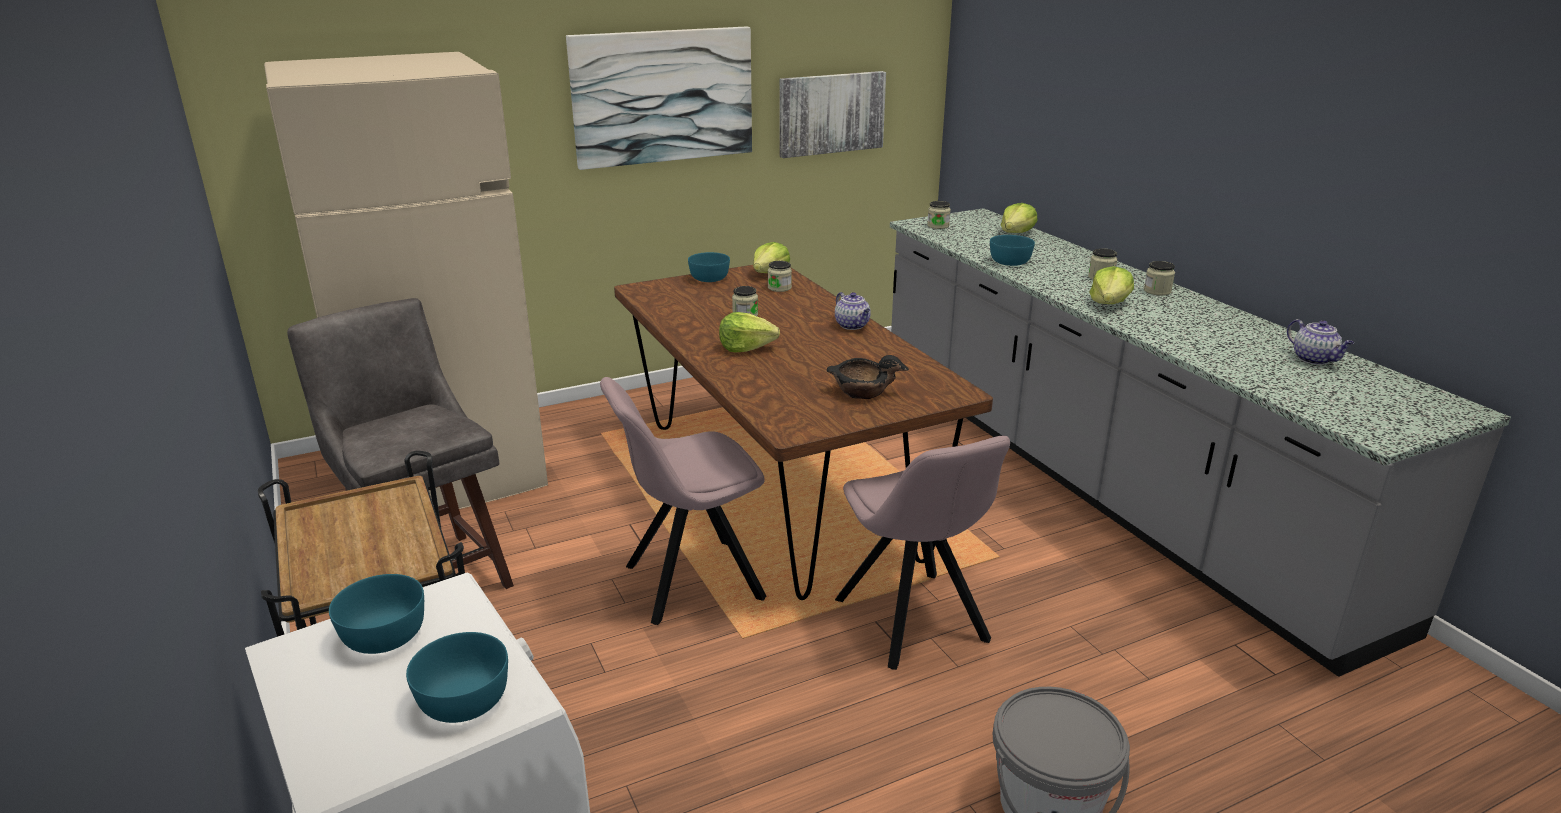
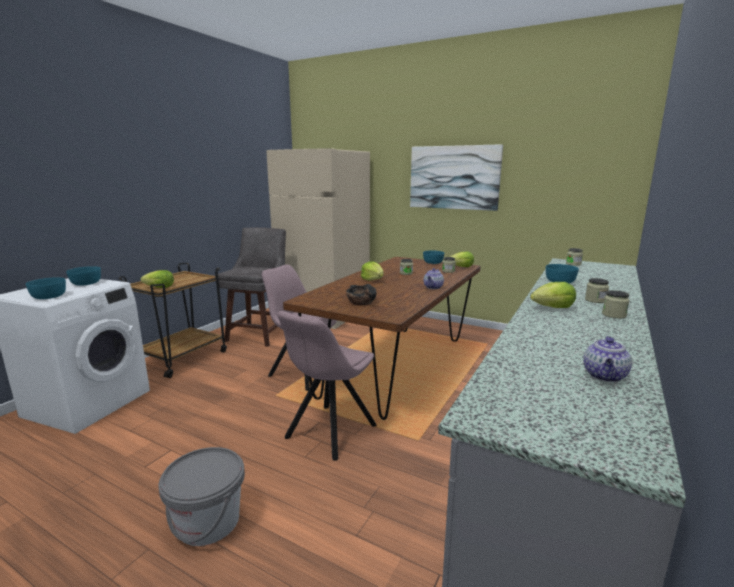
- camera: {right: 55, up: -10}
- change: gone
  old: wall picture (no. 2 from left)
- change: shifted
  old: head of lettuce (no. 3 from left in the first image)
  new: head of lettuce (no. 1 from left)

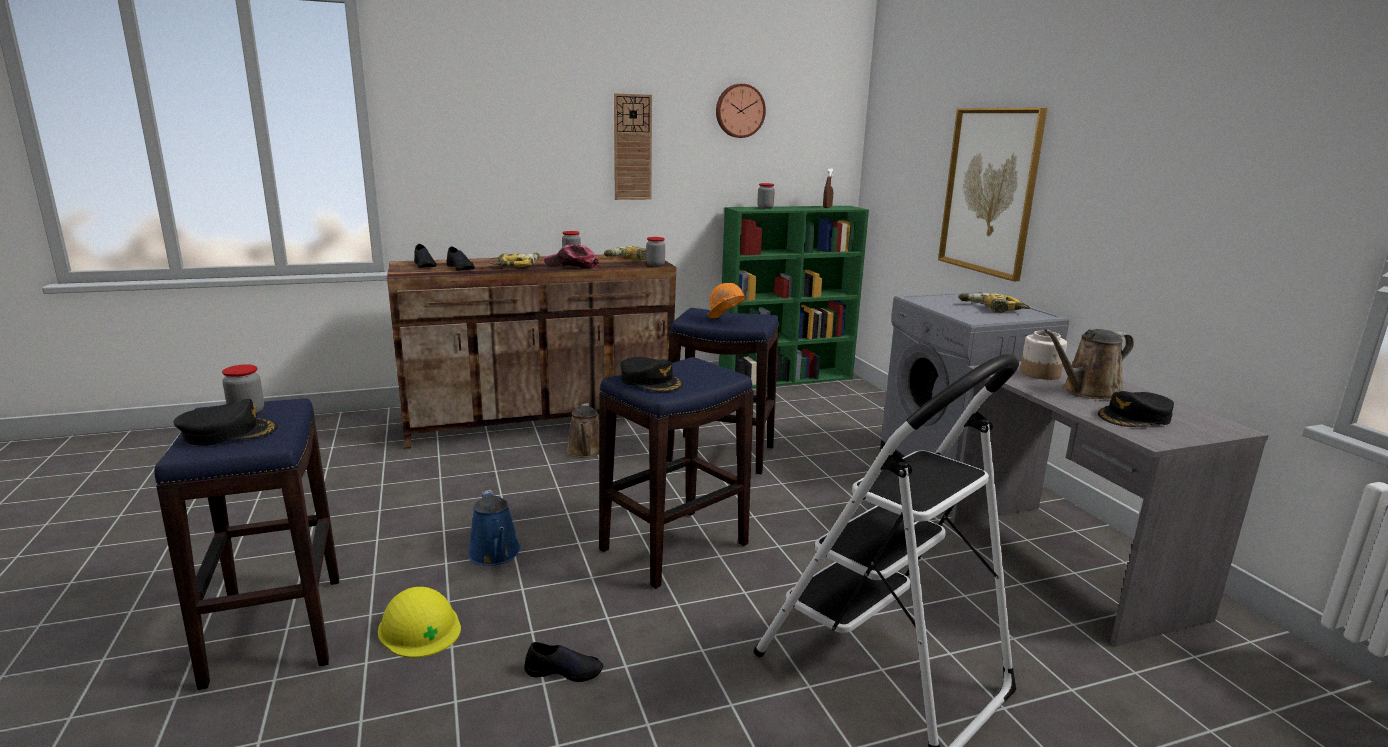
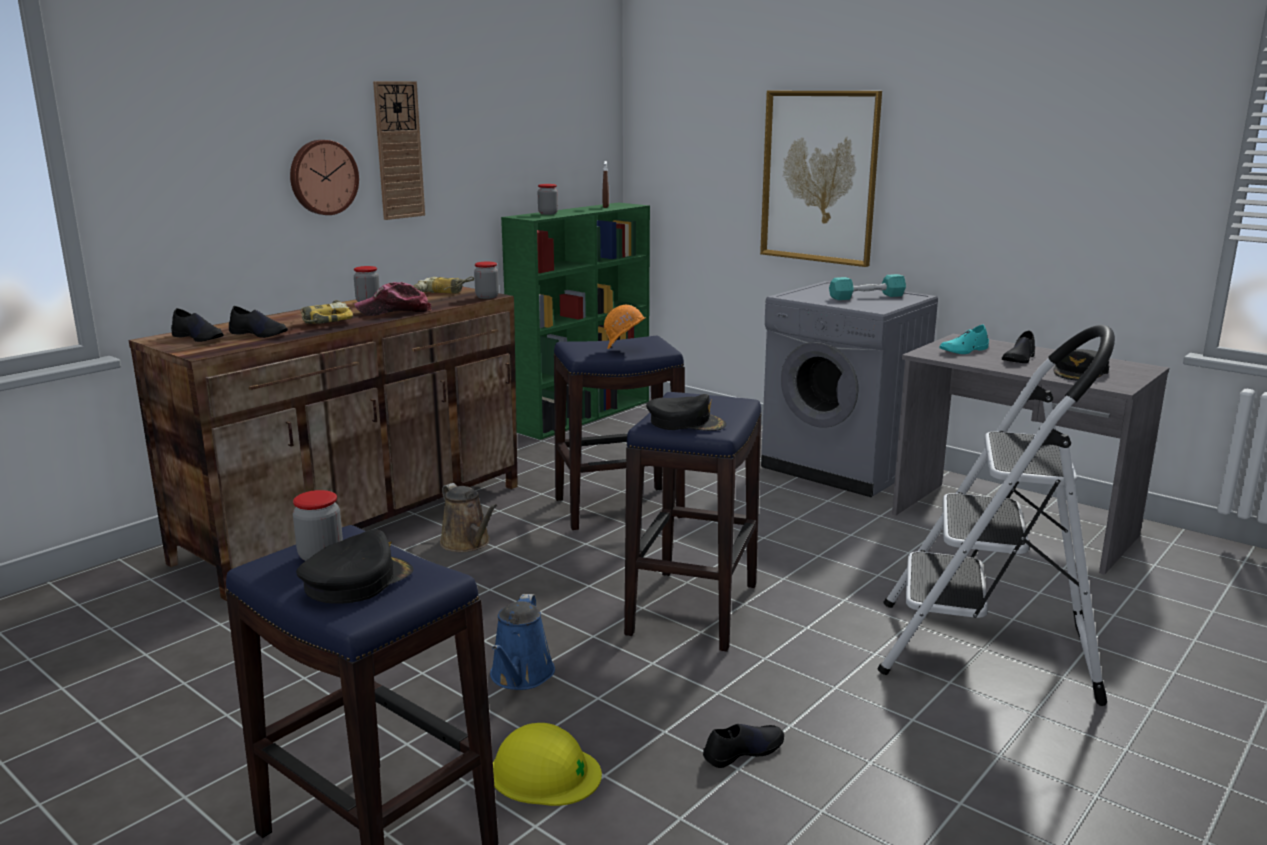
- camera: {right: -30, up: 0}
- change: shifted
  old: clock on the wall (no. 2 from left in the first image)
  new: clock on the wall (no. 1 from left)
- change: swapped
  old: drill (no. 3 from left)
  new: turquoise-coloured hand weight
- change: swapped
  old: brown-coloured sprinkling can (no. 2 from left)
  new: black-coloured low shoe (no. 4 from left)
- change: swapped
  old: preserve jar (no. 5 from left)
  new: turquoise-coloured low shoe
- change: rotated
  old: blue sprinkling can
  degrees: 60

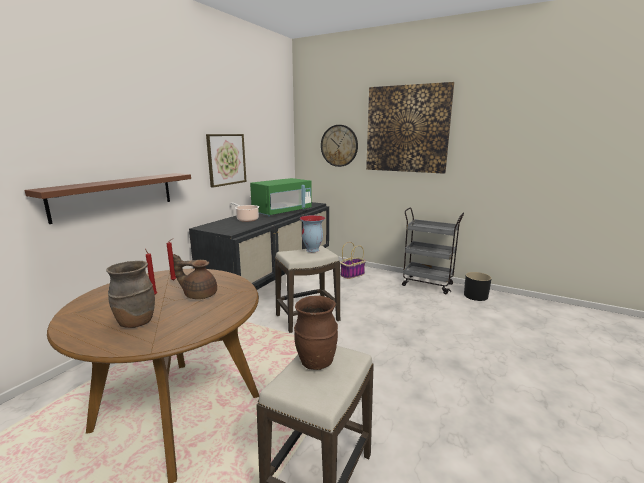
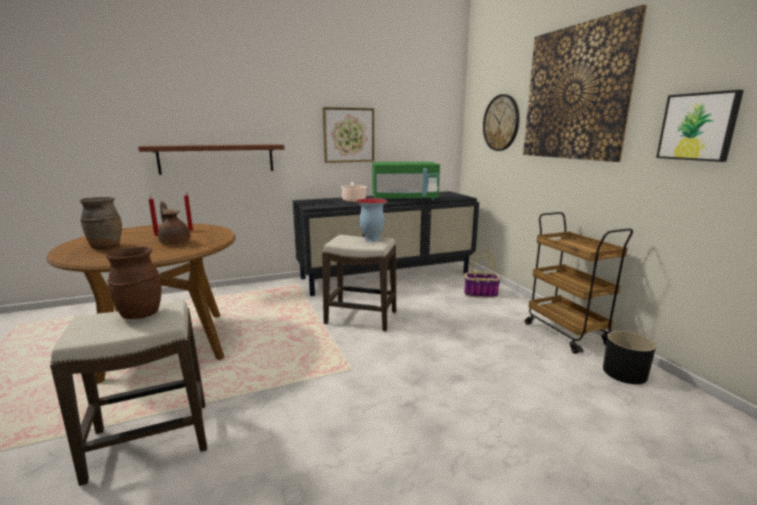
- camera: {right: 40, up: 0}
- change: repainted
  old: grey trolley
  new: brown-coloured trolley
- change: new
  new: wall picture (no. 3 from left)

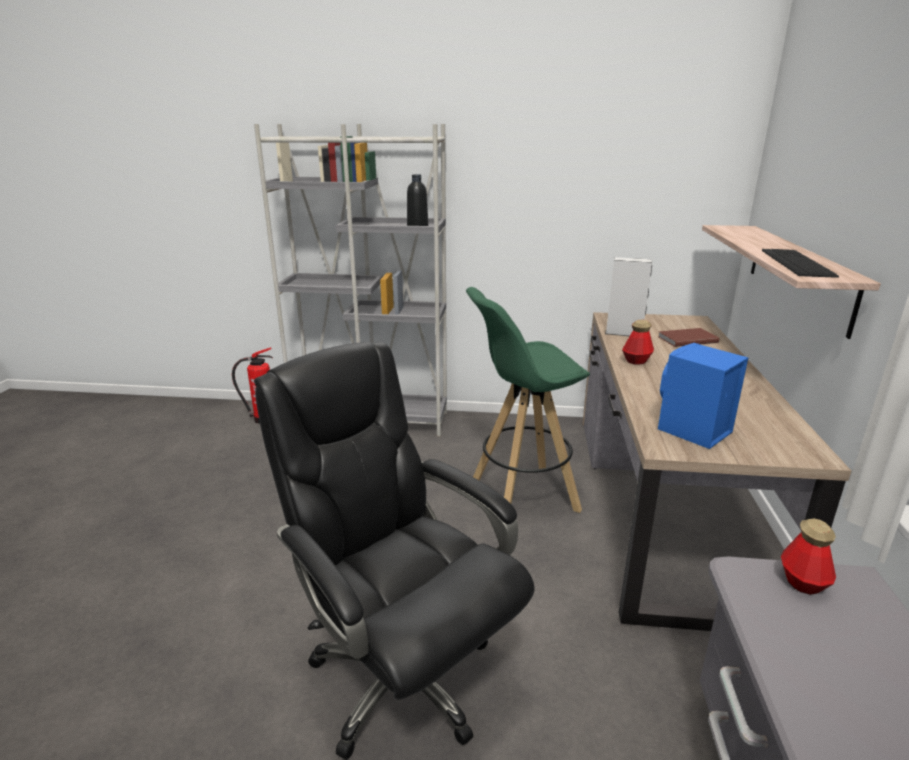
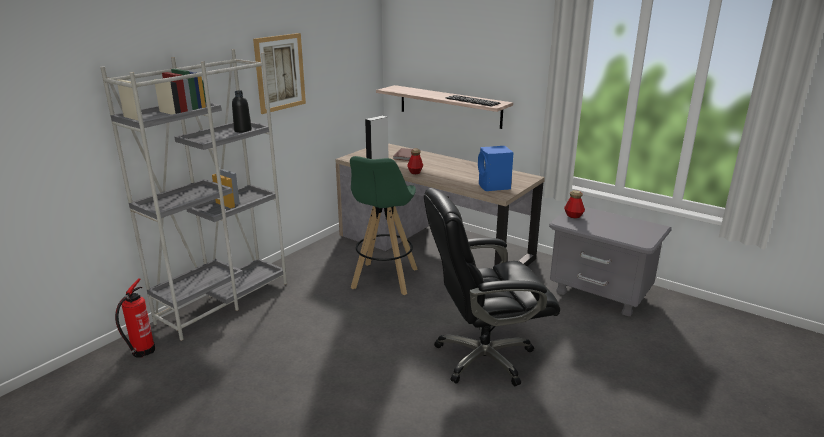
- camera: {right: -60, up: 0}
- change: new
  new: wall picture

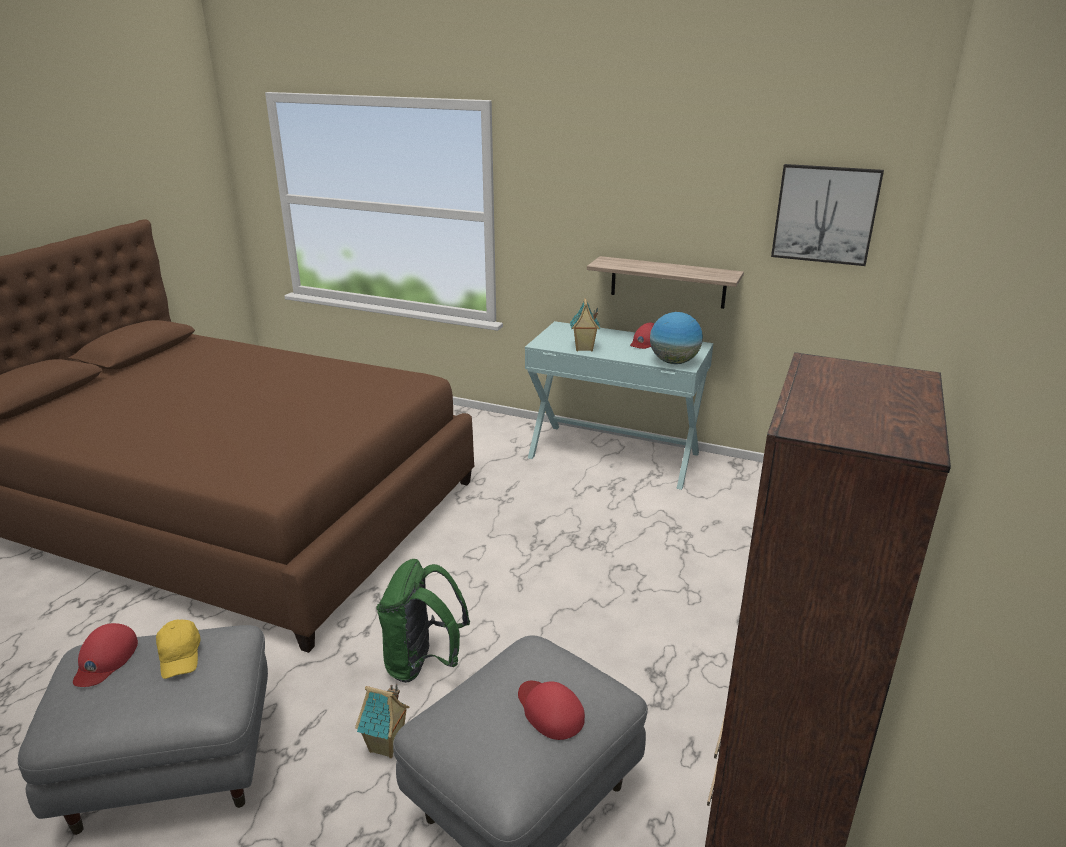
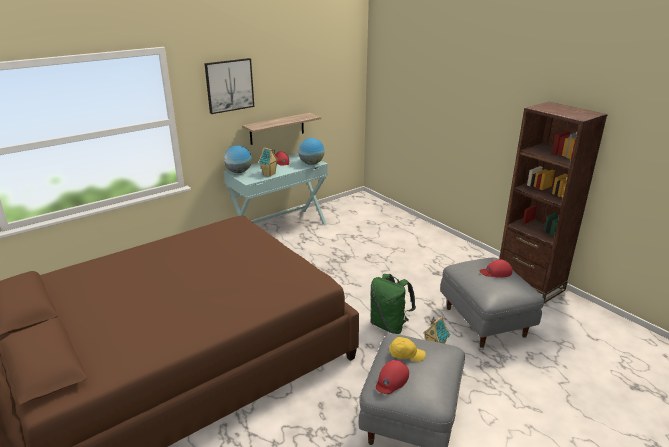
- camera: {right: -60, up: 0}
- change: shifted
  old: wall picture
- change: rotated
  old: red baseball cap (no. 1 from left in the first image)
  degrees: 90
- change: new
  new: world globe (no. 1 from left)

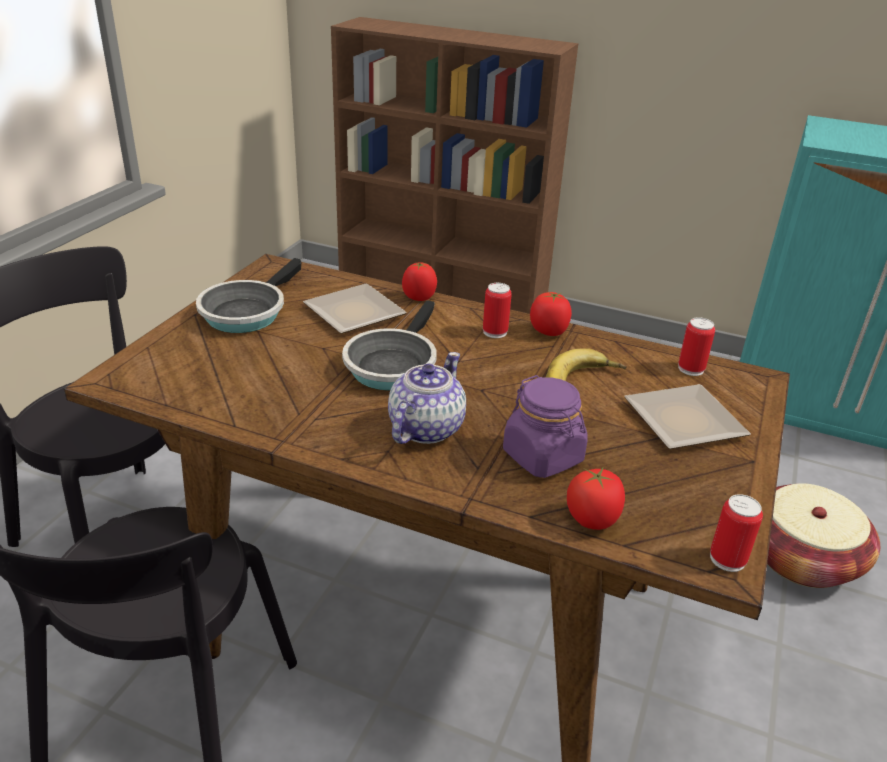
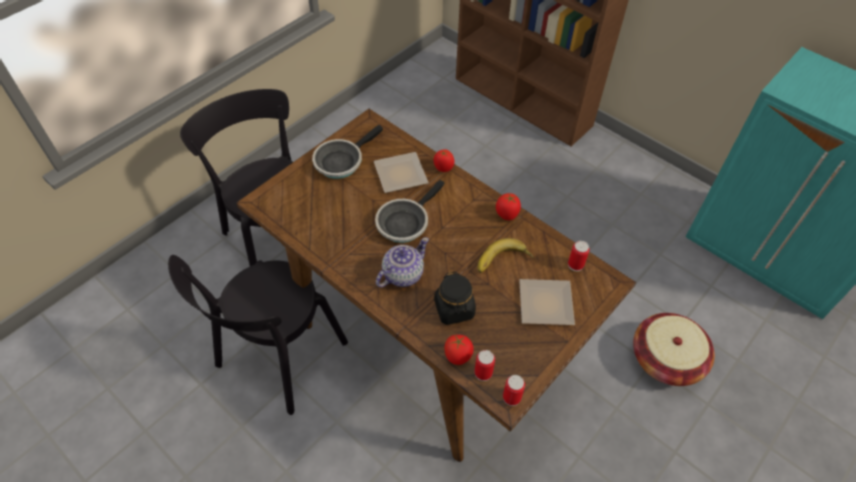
- camera: {right: 20, up: 20}
- change: shifted
  old: sealed can (no. 1 from left)
- change: repainted
  old: purplish preserve jar
  new: black-coloured preserve jar

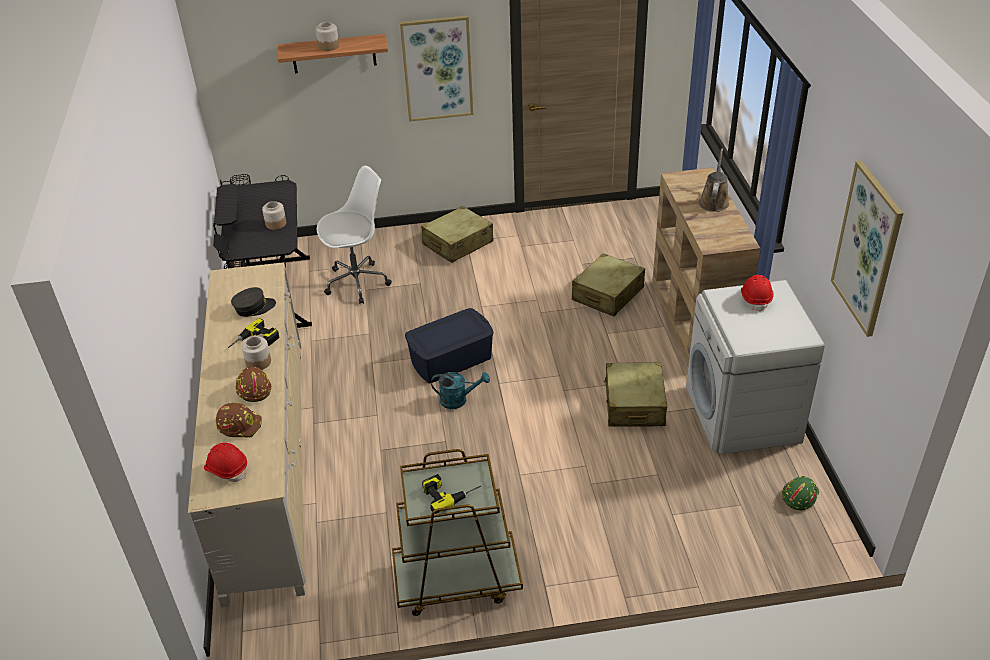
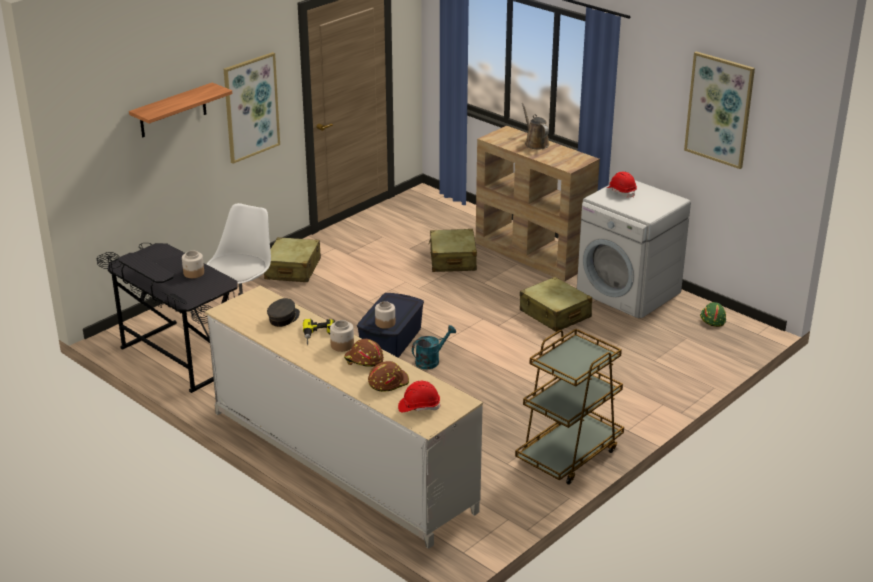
- camera: {right: -40, up: -10}
- change: shifted
  old: preserve jar (no. 3 from left)
- change: gone
  old: drill (no. 2 from left)

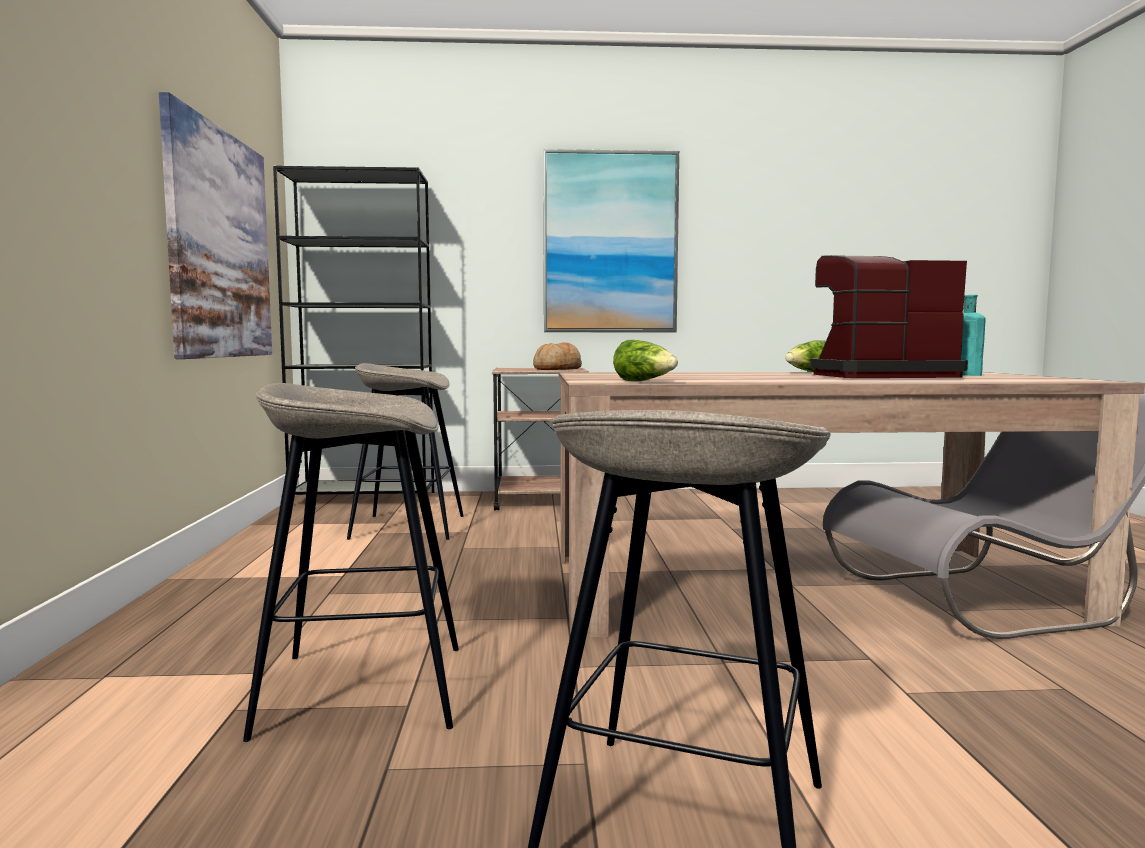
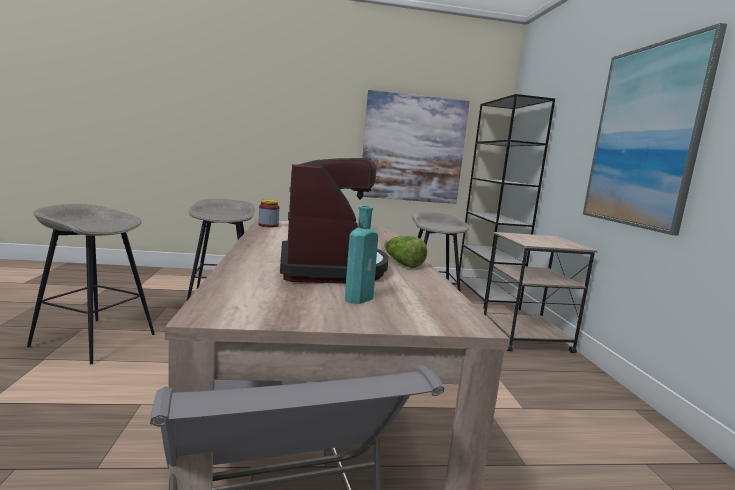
- camera: {right: 85, up: 5}
- change: swapped
  old: head of lettuce (no. 1 from left)
  new: preserve jar
- change: gone
  old: baked bread

